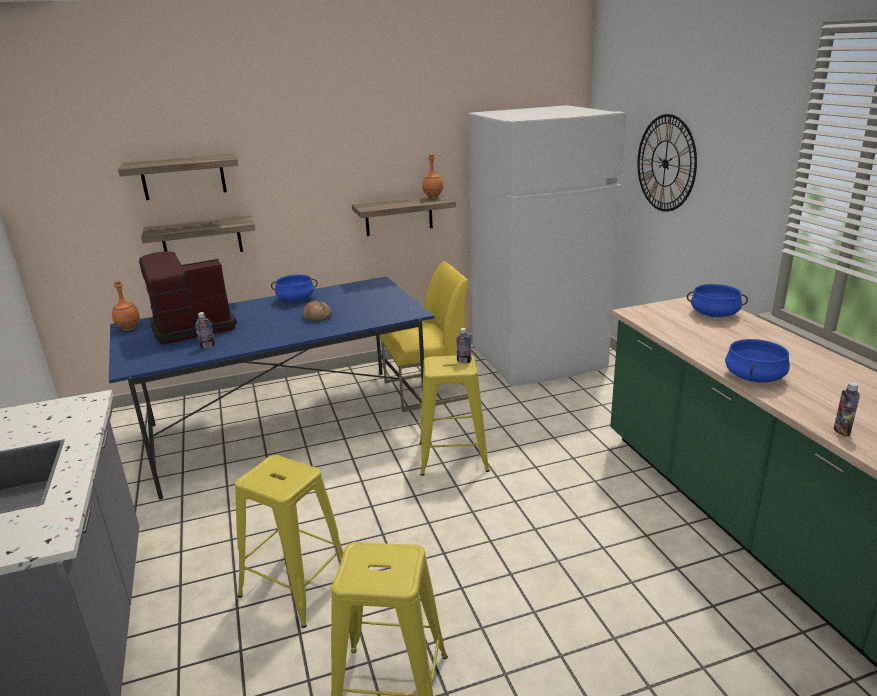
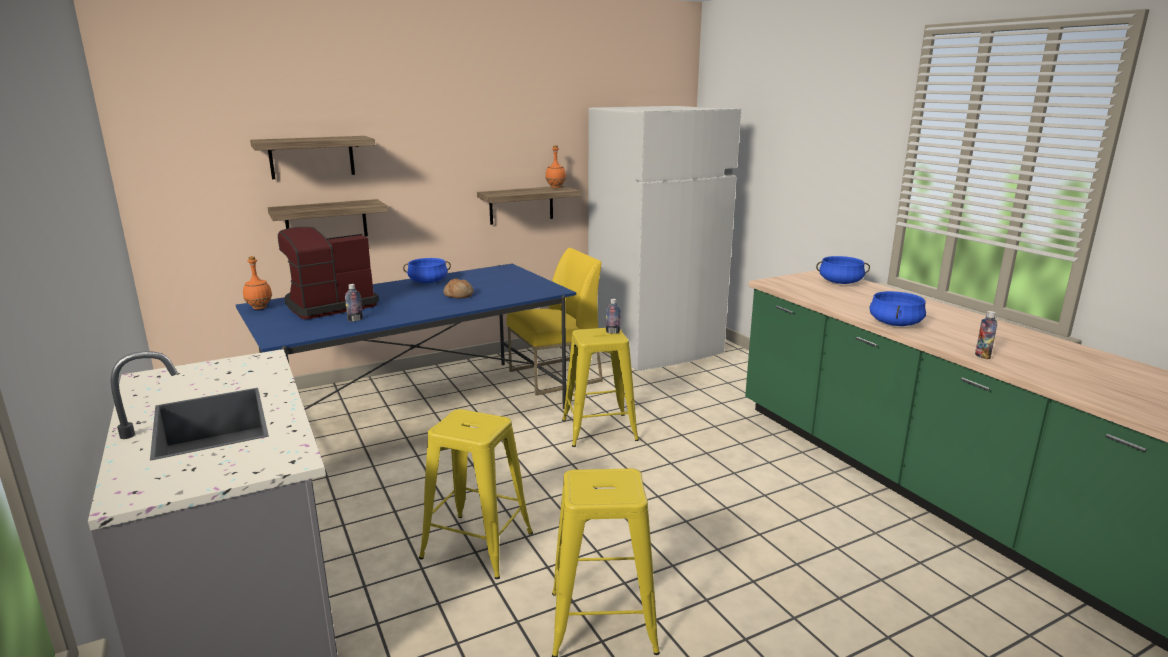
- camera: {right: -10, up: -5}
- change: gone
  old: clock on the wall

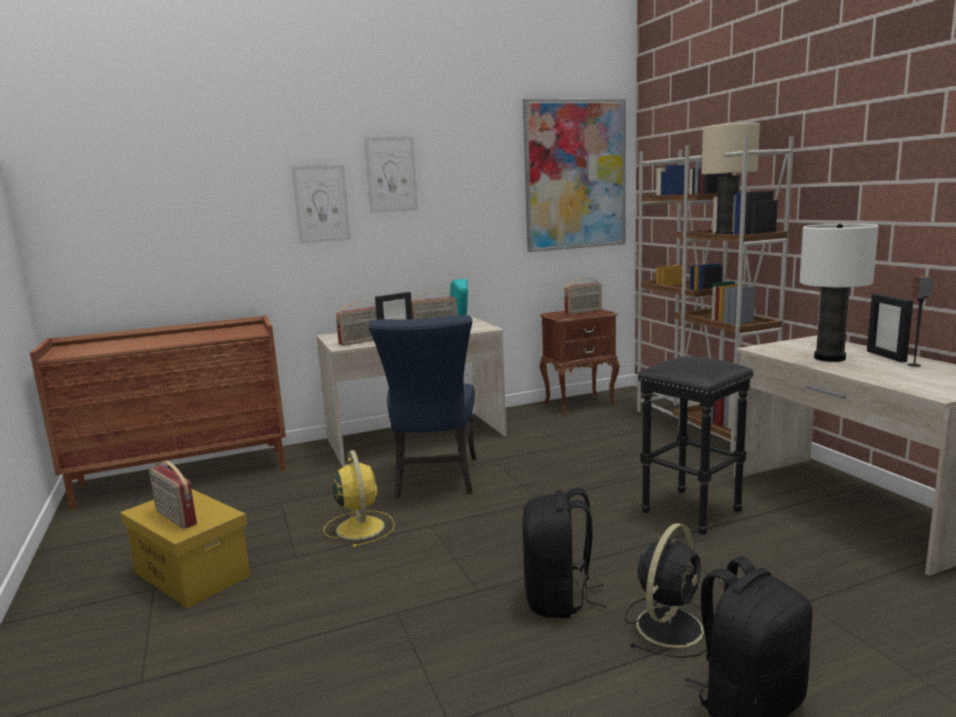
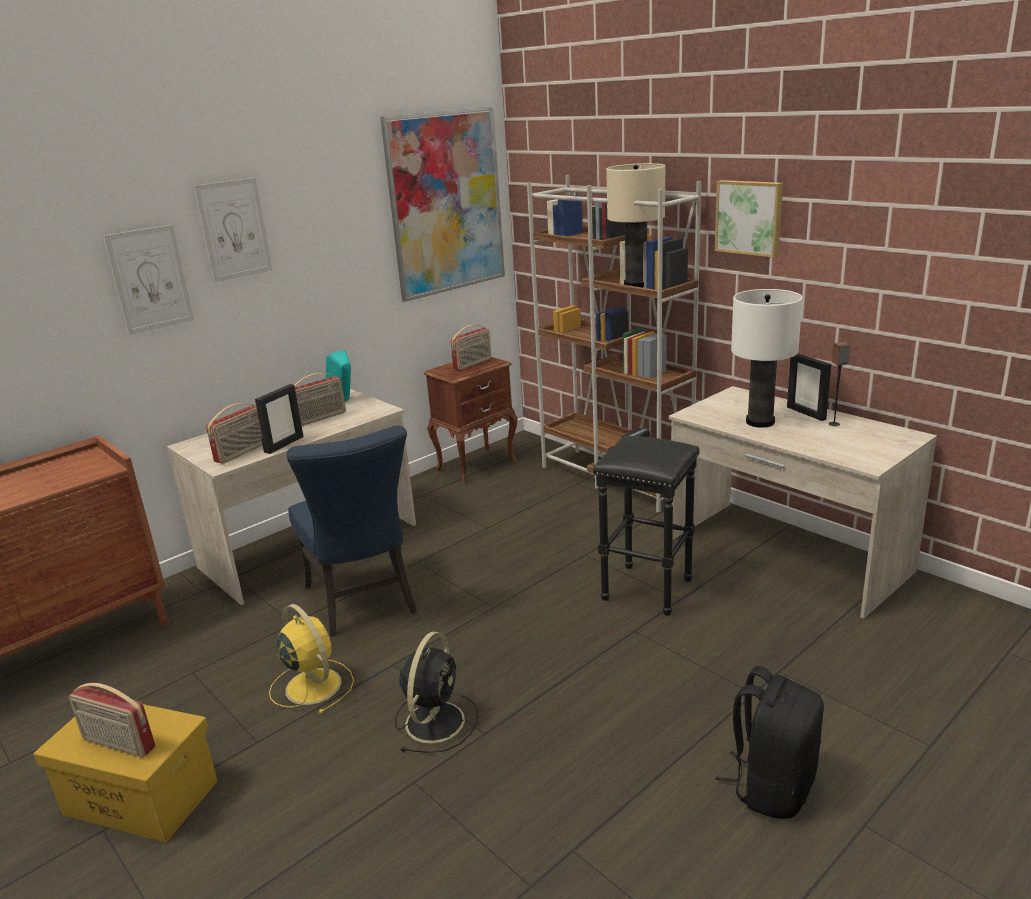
- camera: {right: -20, up: 10}
- change: gone
  old: black-coloured backpack (no. 1 from left)
- change: shifted
  old: black-coloured fan
- change: new
  new: wall picture (no. 4 from left)

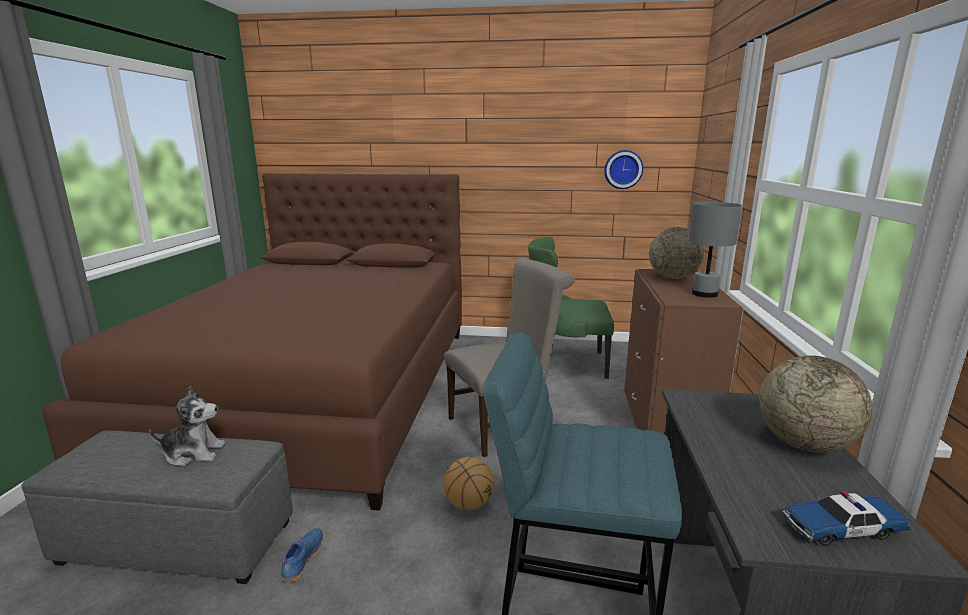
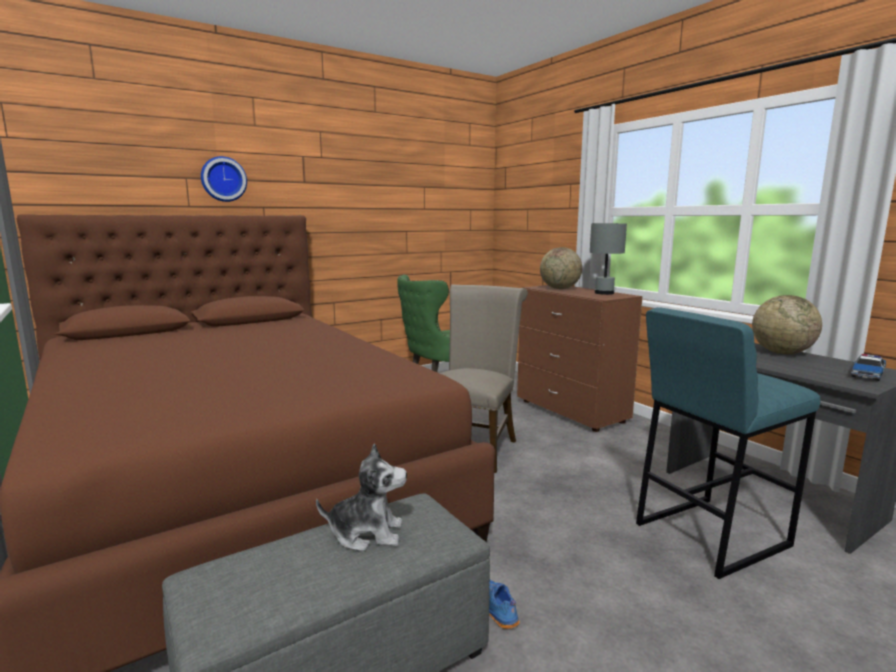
- camera: {right: -40, up: -5}
- change: shifted
  old: clock on the wall
- change: rotated
  old: soft toy
  degrees: 45
- change: gone
  old: basketball ball

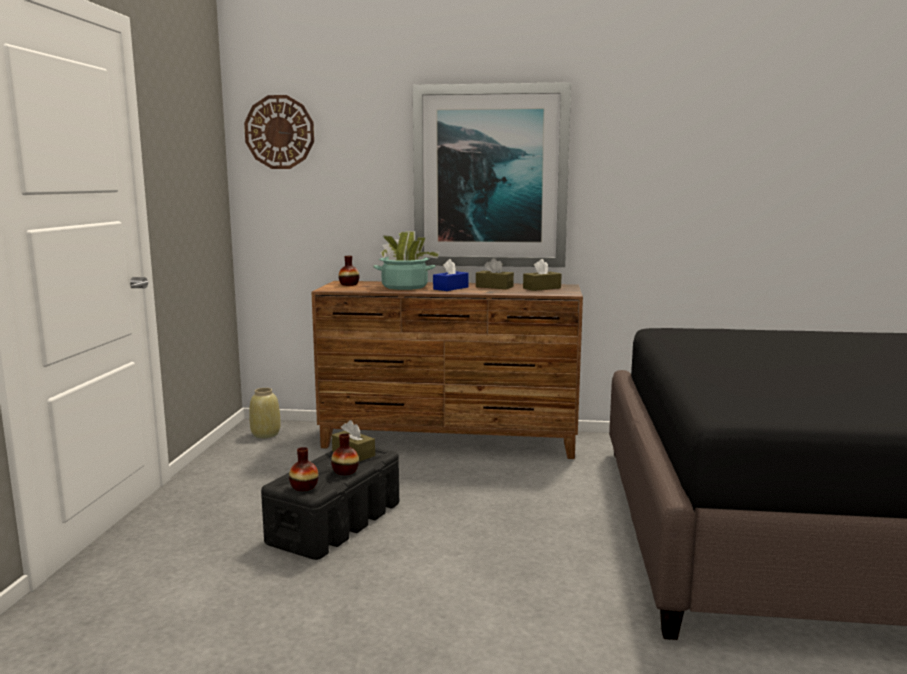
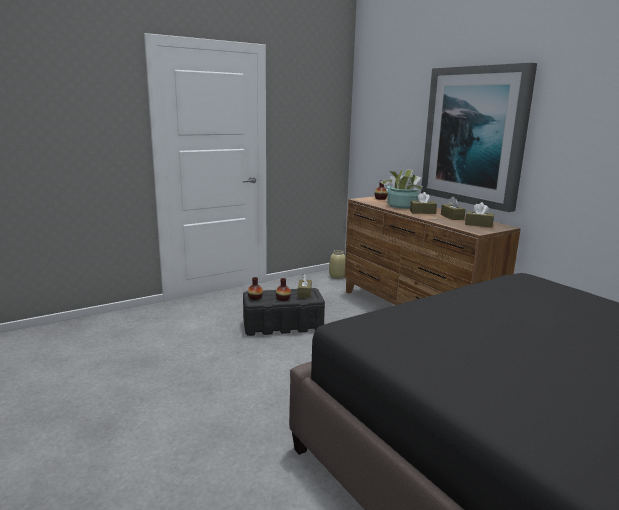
- camera: {right: 50, up: 5}
- change: gone
  old: clock on the wall
- change: repainted
  old: blue tissue holder
  new: brown-coloured tissue holder (no. 2 from left)

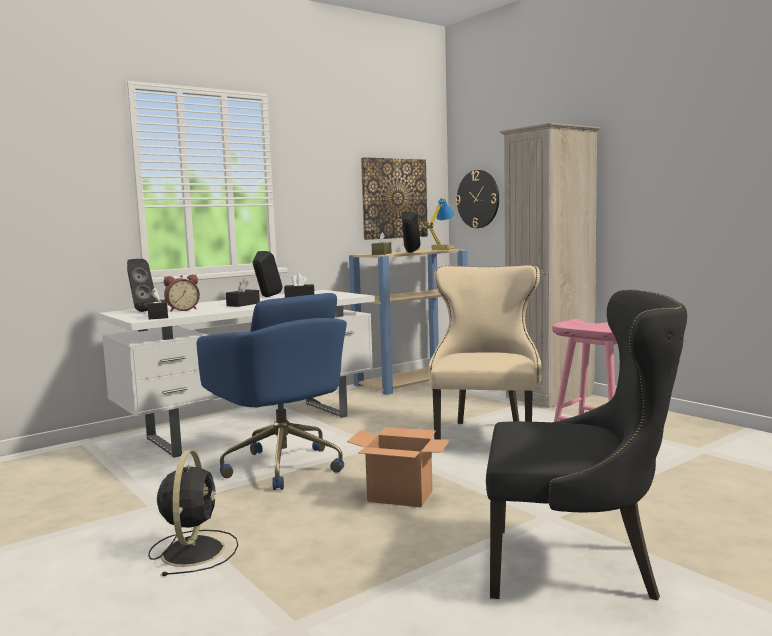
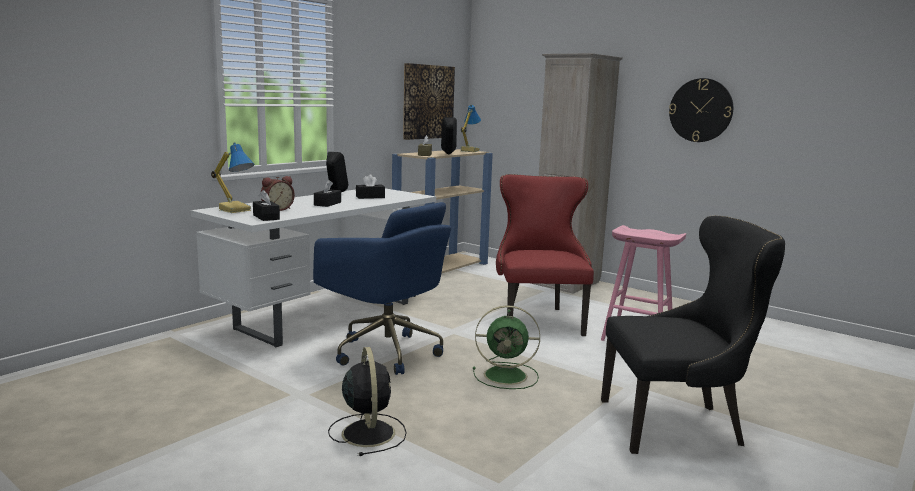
- camera: {right: -15, up: 5}
- change: shifted
  old: clock on the wall
- change: swapped
  old: black-coloured loudspeaker (no. 1 from left)
  new: tabletop lamp (no. 1 from left)
- change: repainted
  old: beige-coloured upright chair
  new: red upright chair
- change: swapped
  old: packing box
  new: green-coloured fan

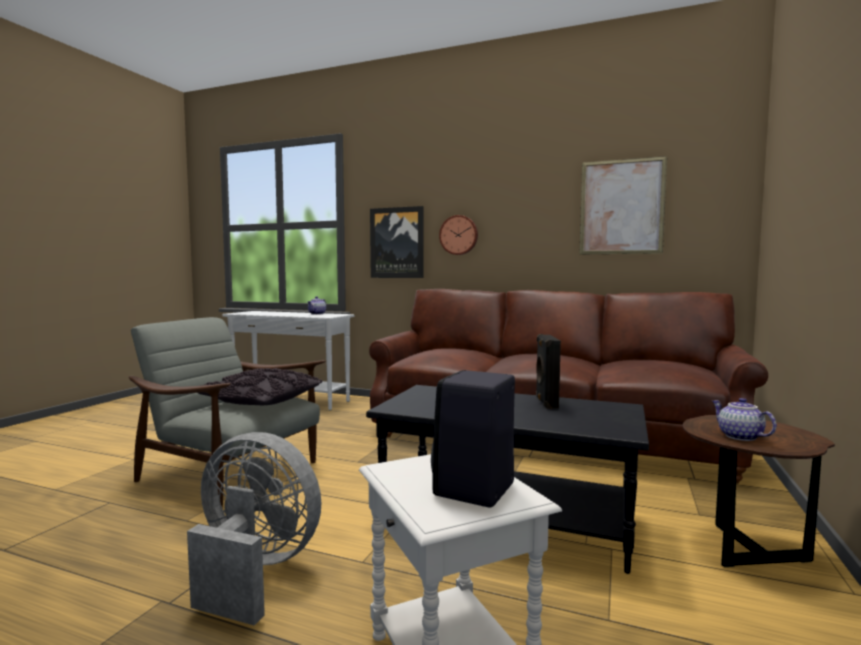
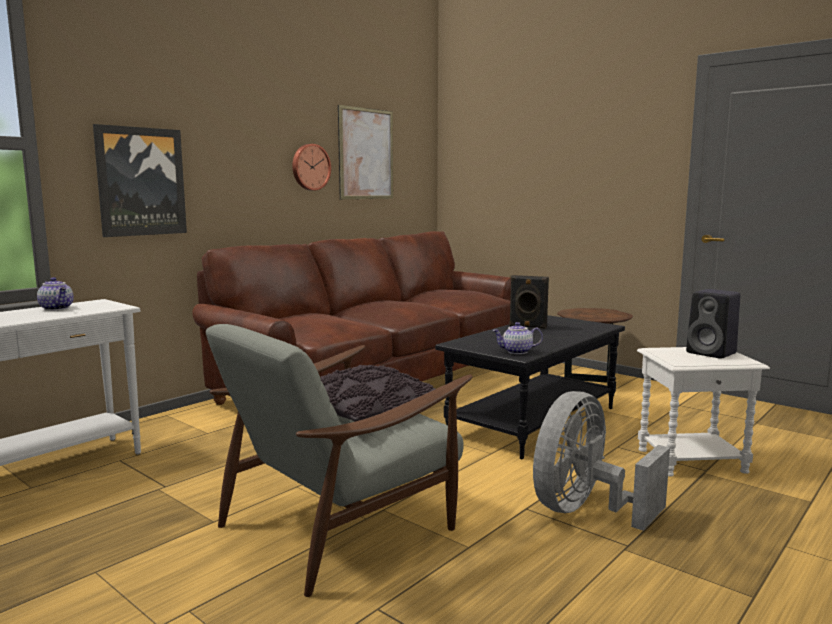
- camera: {right: -70, up: 5}
- change: shifted
  old: clock on the wall
- change: shifted
  old: teapot (no. 2 from left)

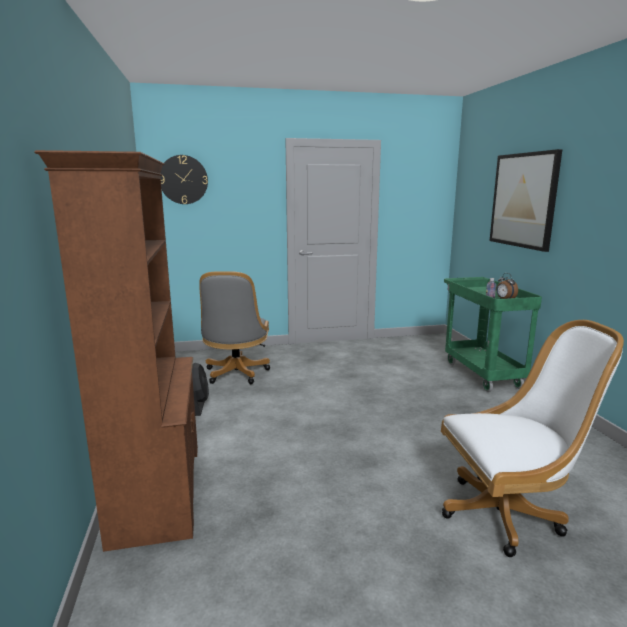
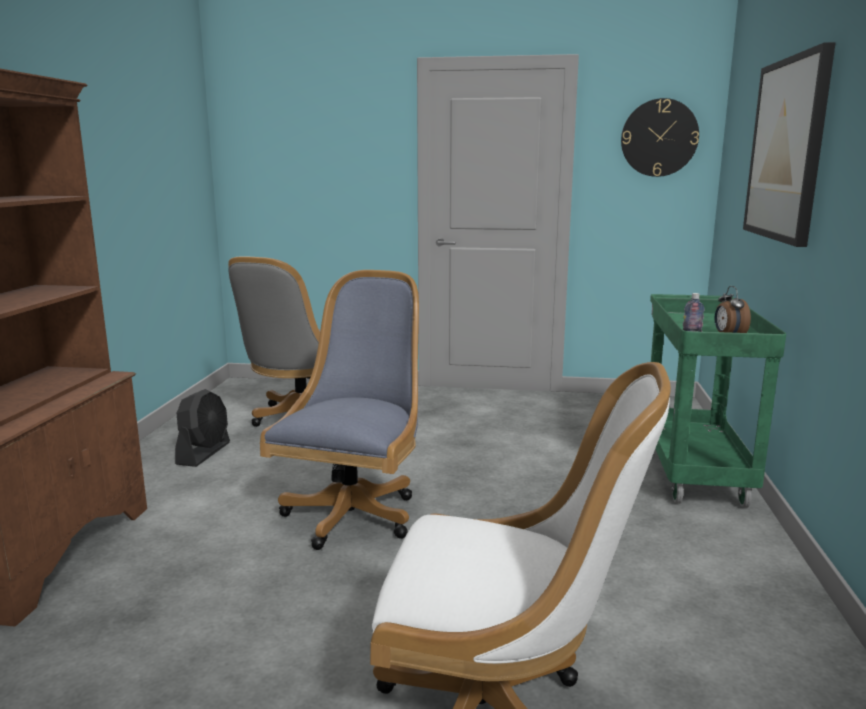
- camera: {right: 20, up: 0}
- change: shifted
  old: clock on the wall
- change: new
  new: blue office chair

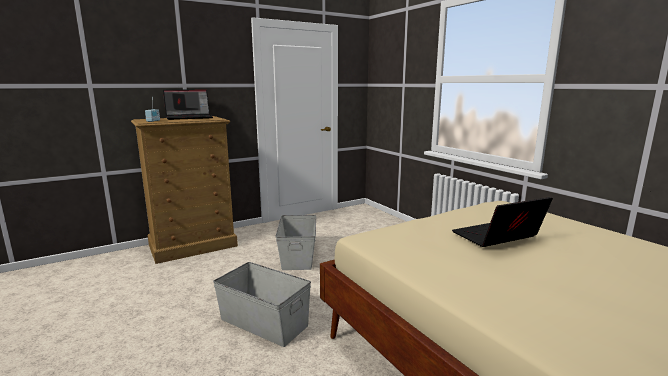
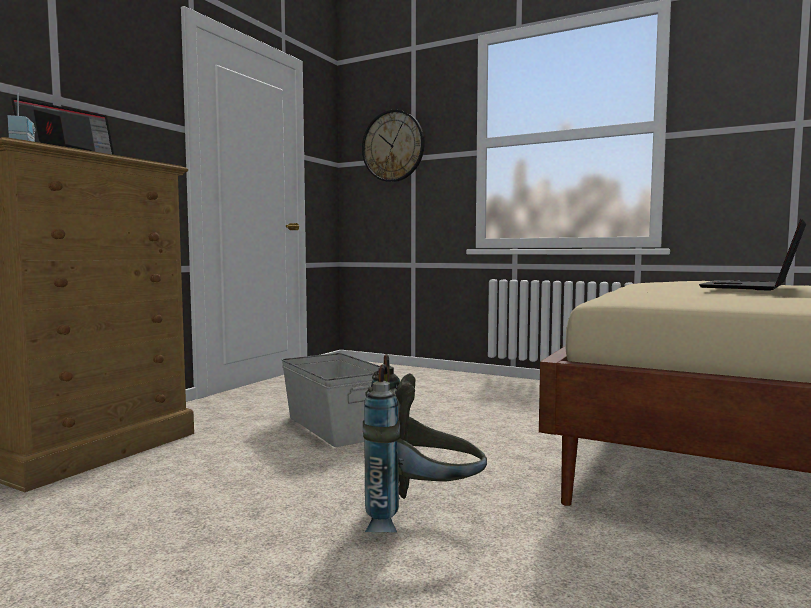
- camera: {right: -30, up: -10}
- change: swapped
  old: grey storage container (no. 1 from left)
  new: grey backpack
- change: new
  new: clock on the wall

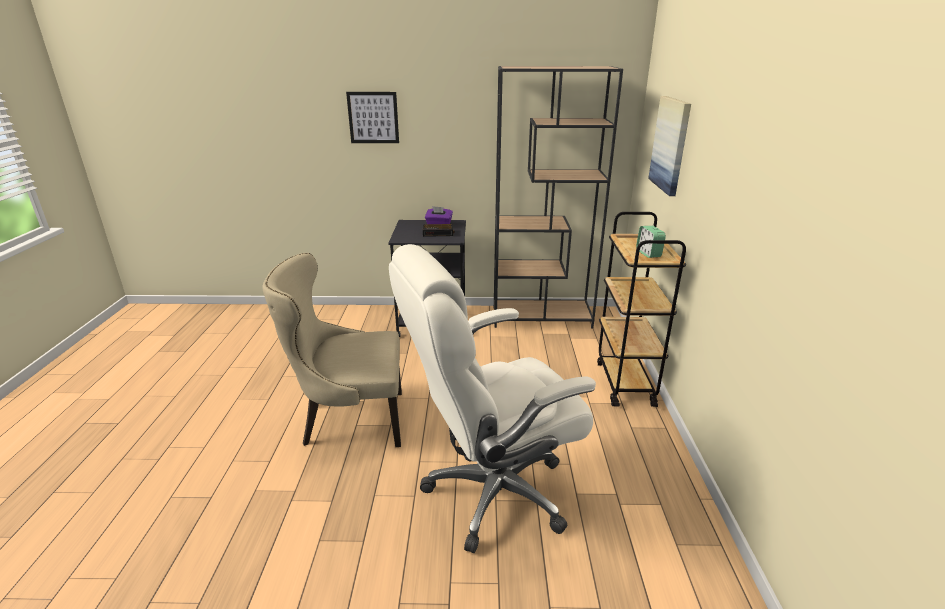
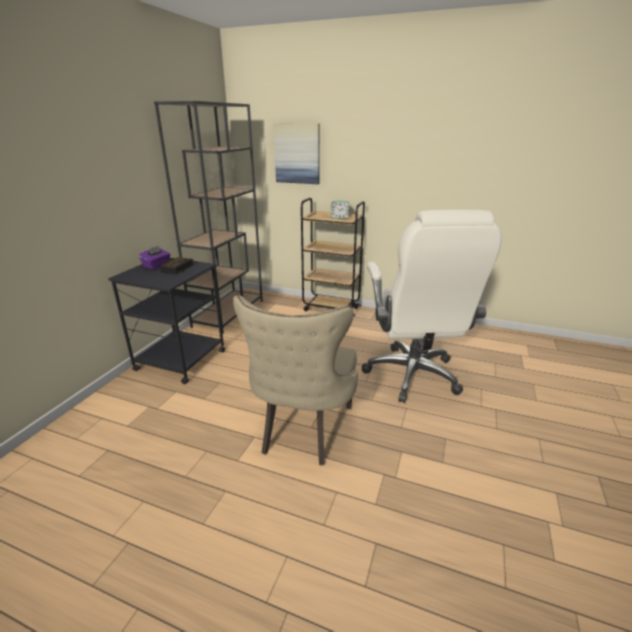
- camera: {right: -70, up: 0}
- change: gone
  old: wall picture (no. 1 from left)

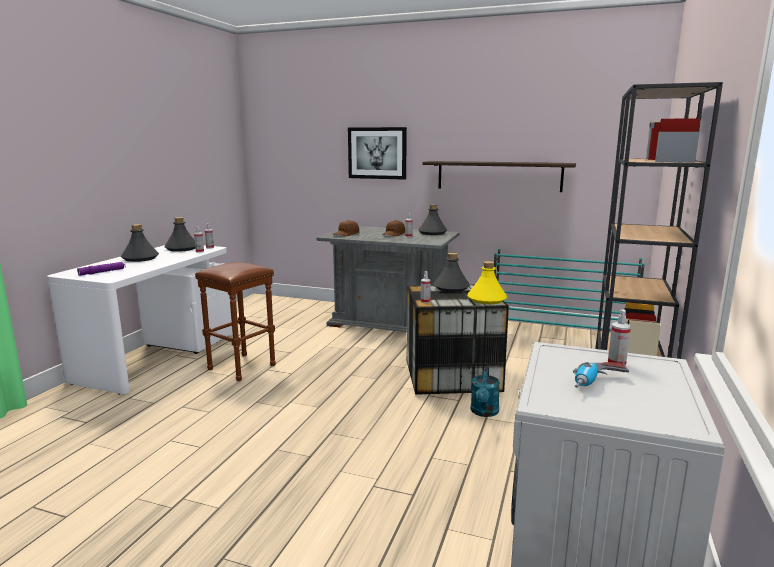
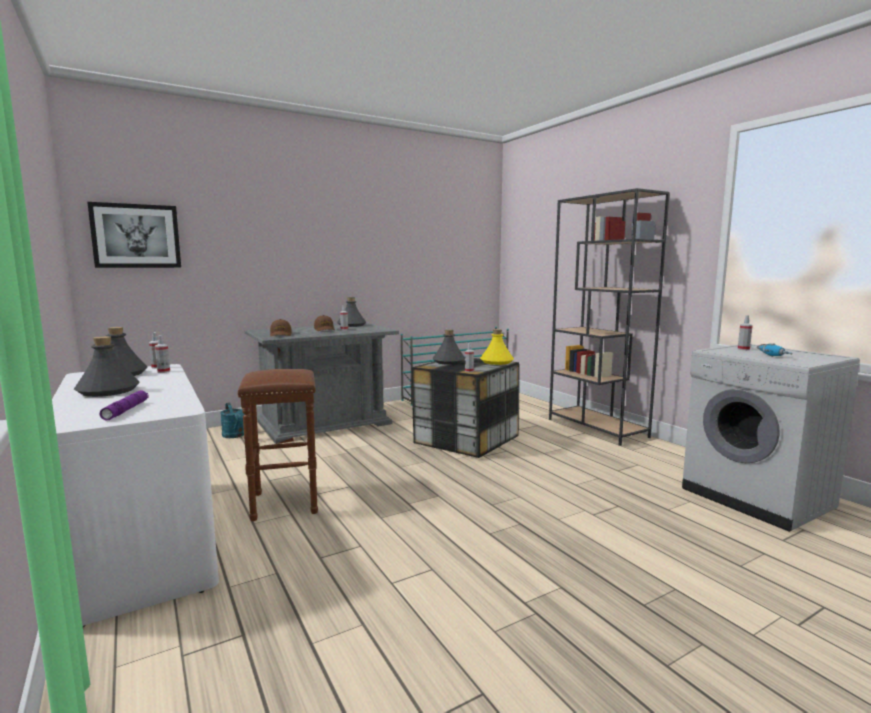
- camera: {right: -50, up: -5}
- change: shifted
  old: wall picture
- change: gone
  old: shelf
- change: shifted
  old: turquoise-coloured sprinkling can

